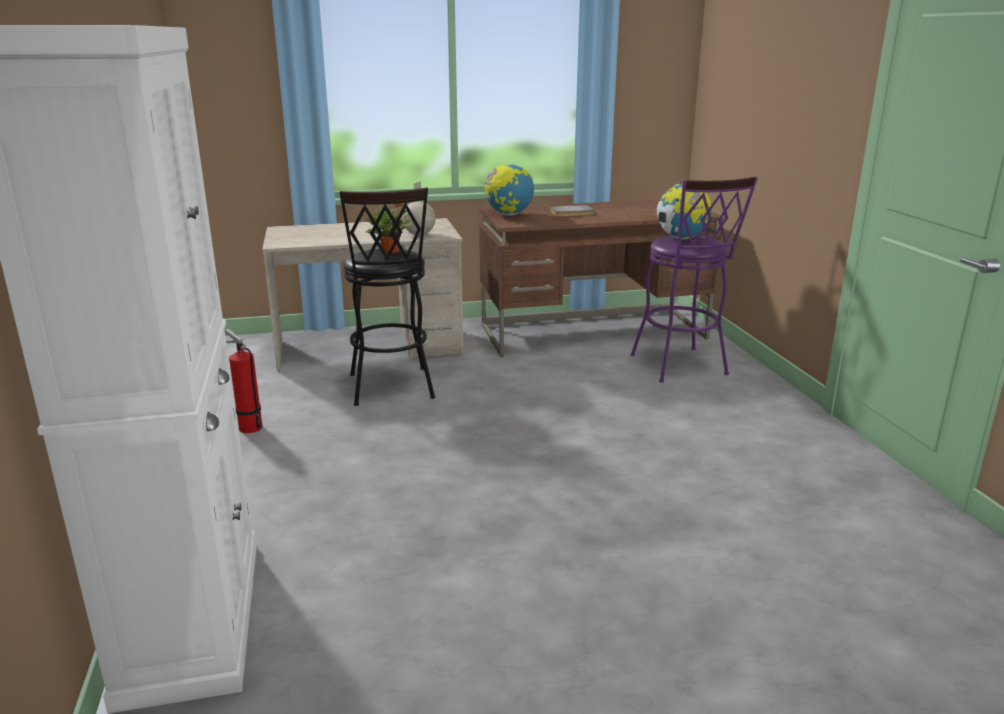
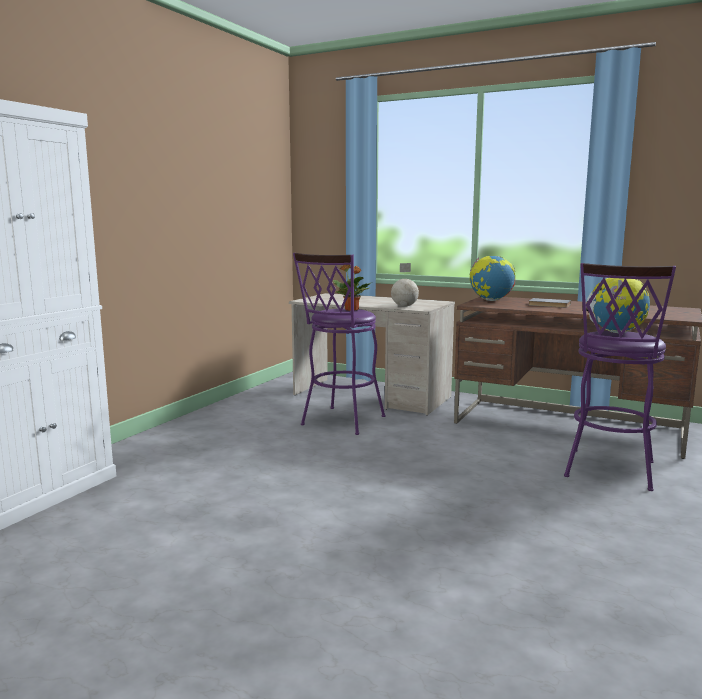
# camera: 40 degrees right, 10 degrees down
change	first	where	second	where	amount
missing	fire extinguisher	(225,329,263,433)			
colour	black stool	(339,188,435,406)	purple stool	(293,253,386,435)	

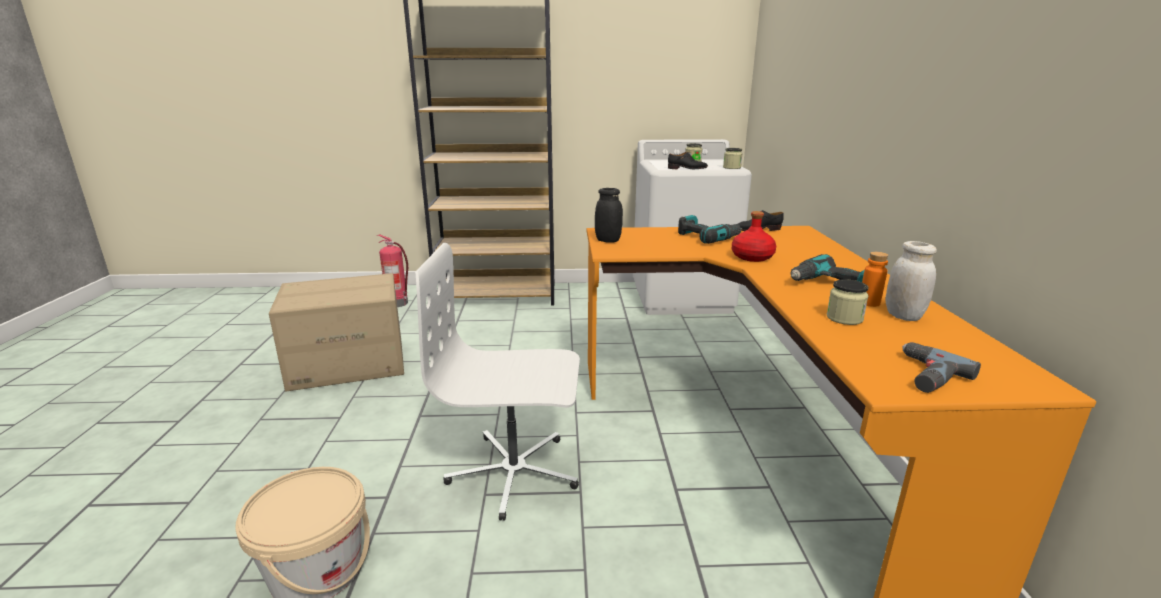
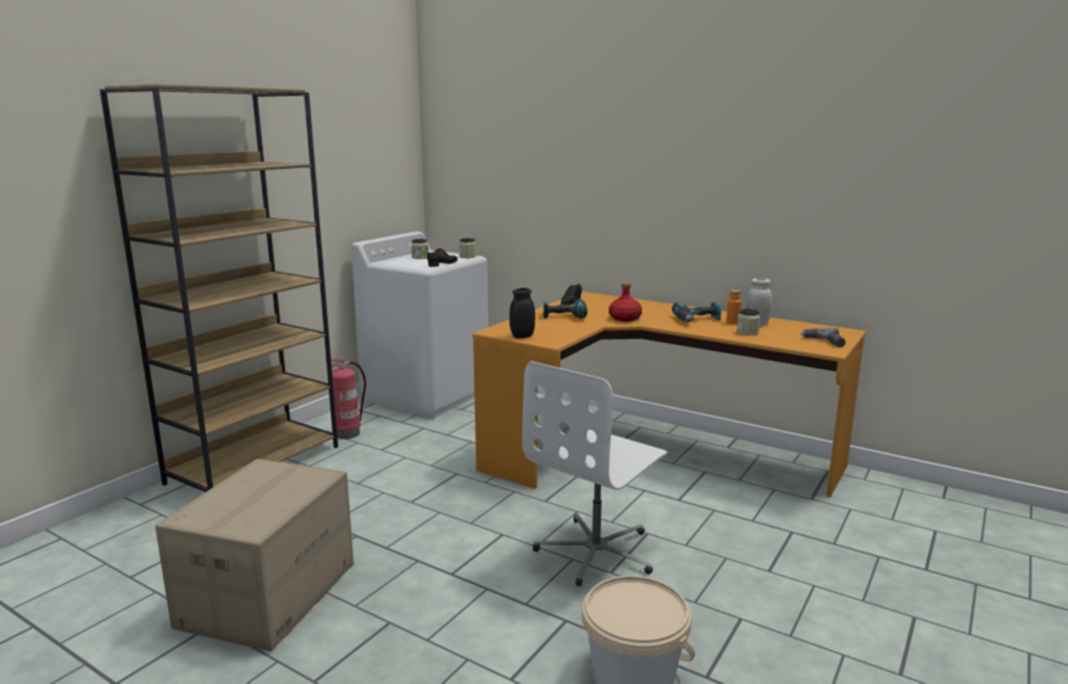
# camera: 55 degrees left, 5 degrees down
change	first	where	second	where	amount
relocated	fire extinguisher	(377,235,408,307)		(325,359,366,439)	

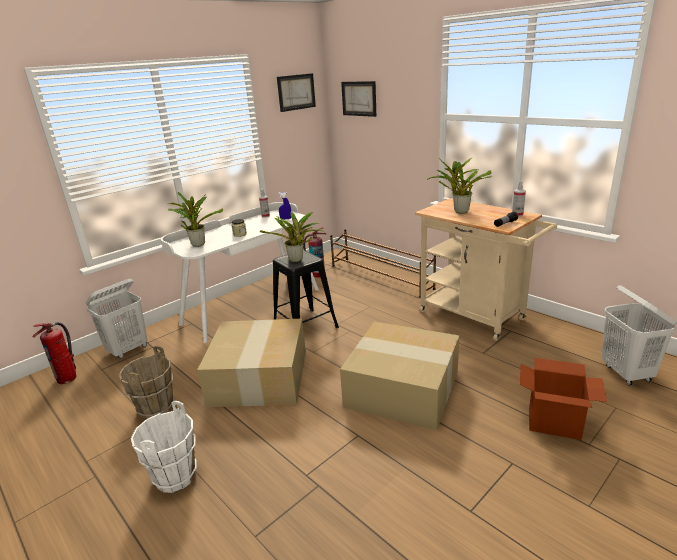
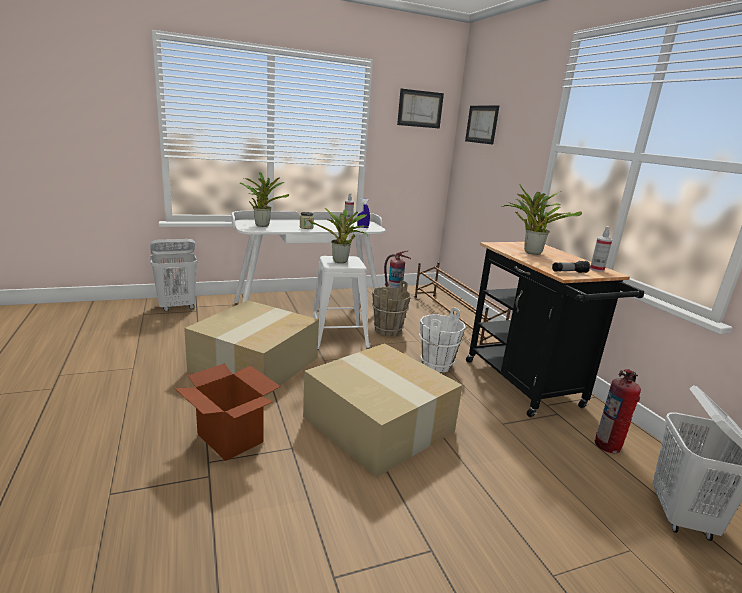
# camera: 20 degrees right, 5 degrees down
change	first	where	second	where	amount
relocated	fire extinguisher	(32,322,77,384)		(594,369,641,453)	
relocated	brown bucket	(119,345,174,420)		(372,280,411,336)	
relocated	white bucket	(131,401,197,493)		(419,307,465,373)	
colour	black stool	(273,250,339,328)	white stool	(312,256,370,350)	
colour	beige cart	(415,198,557,341)	black cart	(466,242,644,417)	
relocated	cardboard box	(520,358,607,440)		(175,363,281,461)	

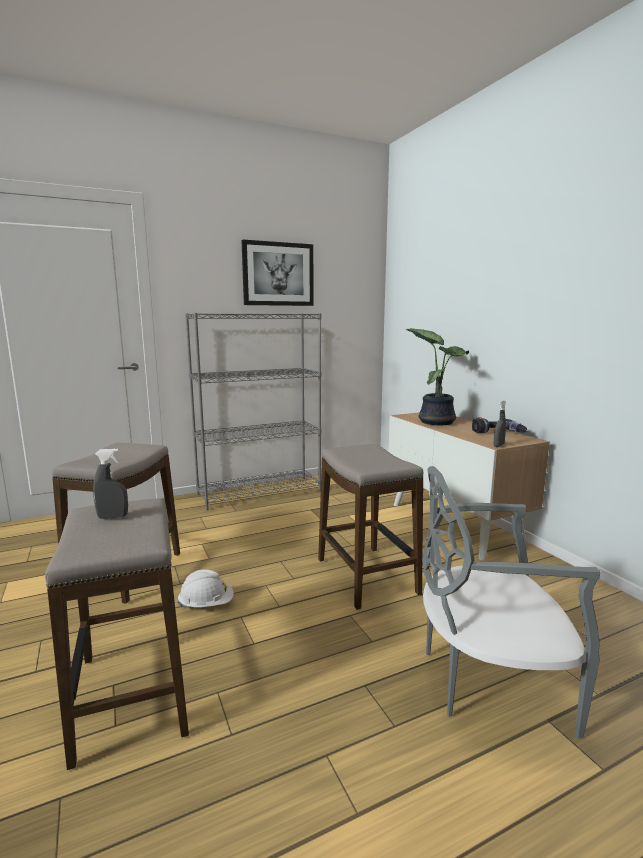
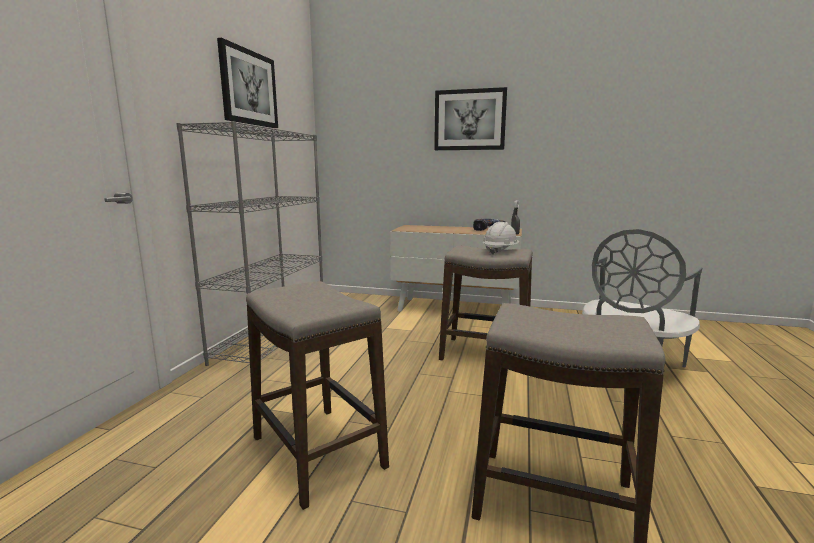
# camera: 50 degrees left, 0 degrees up
change	first	where	second	where	amount
missing	grey spray bottle	(93,449,128,519)			
relocated	white hard hat	(177,569,234,607)		(483,222,520,254)	
missing	potted plant	(406,328,469,425)			
appeared			picture	(434,87,507,150)	

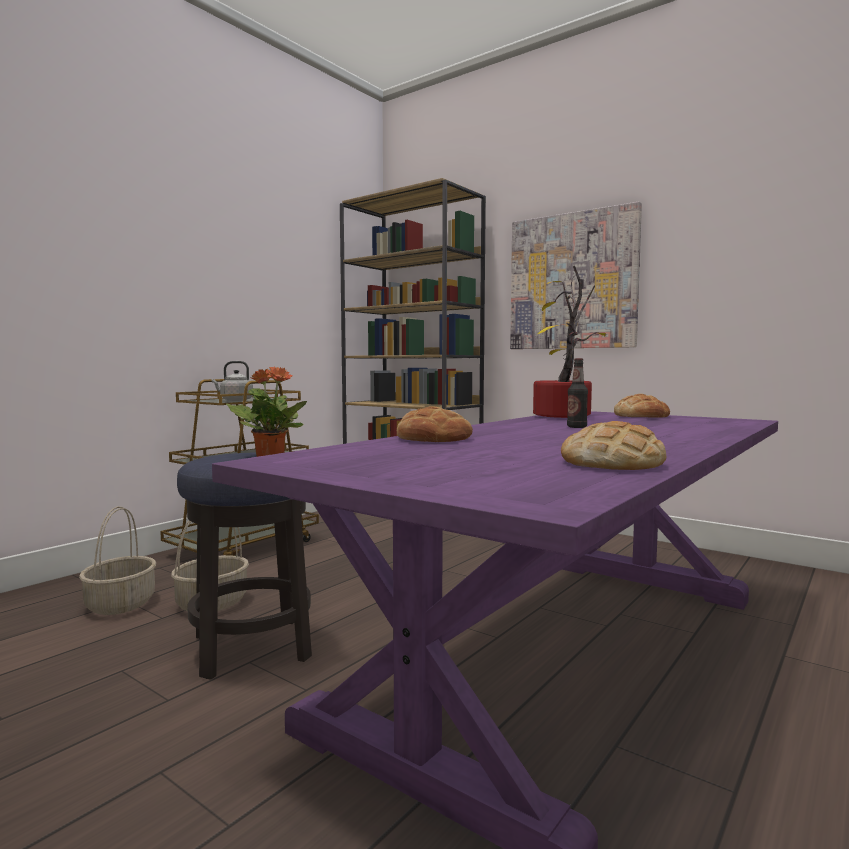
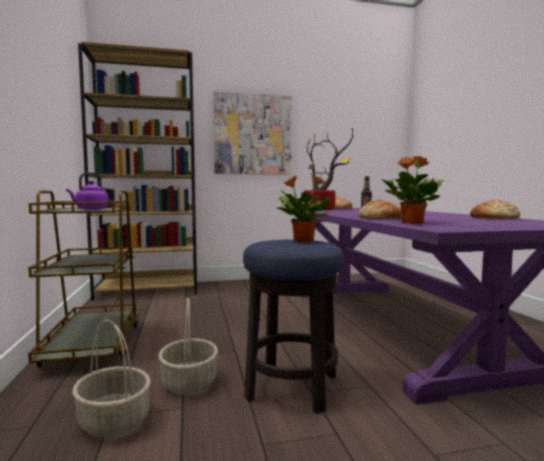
# camera: 50 degrees left, 0 degrees up
change	first	where	second	where	amount
colour	grey kettle	(211,361,253,401)	purple kettle	(66,172,109,210)	
appeared			potted plant	(382,156,444,224)	

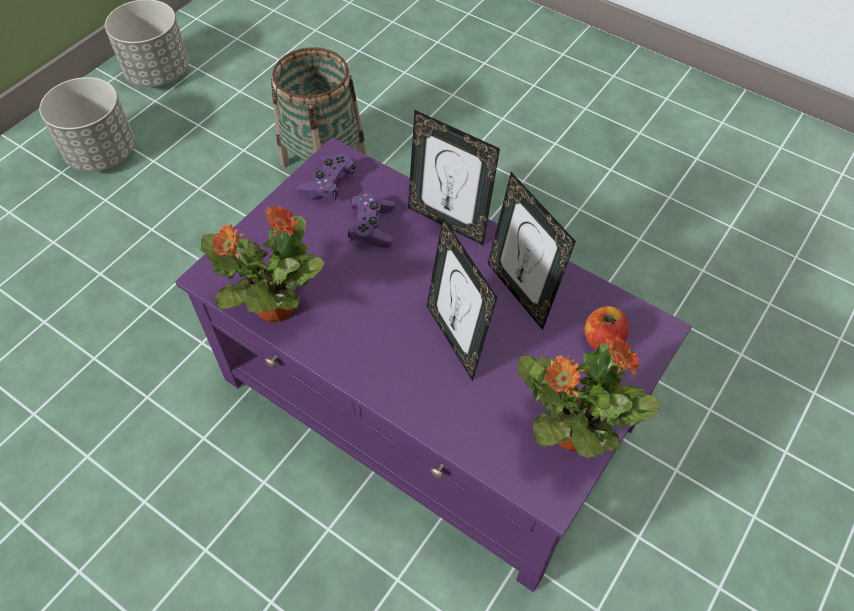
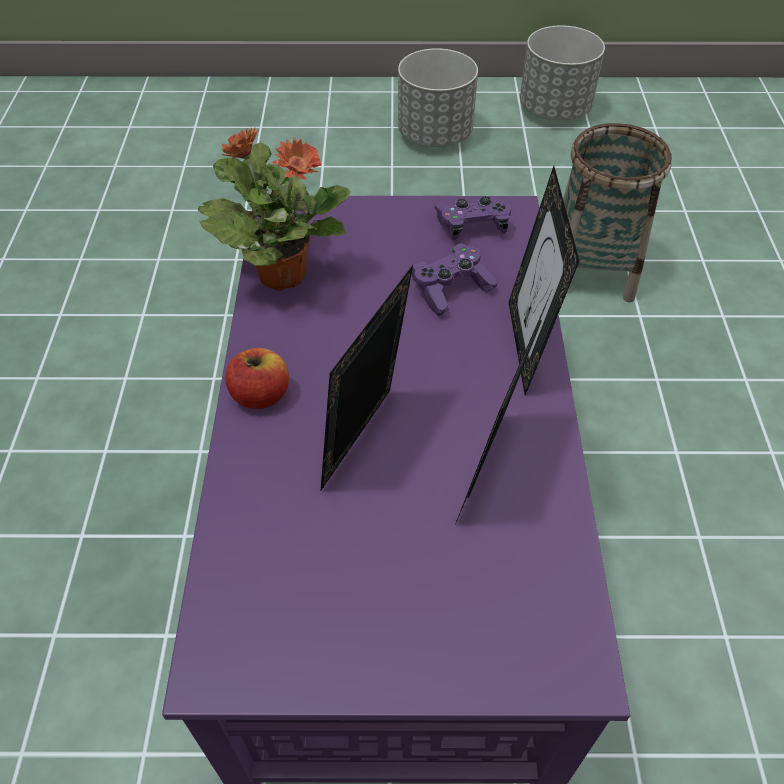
# camera: 55 degrees right, 5 degrees down
change	first	where	second	where	amount
missing	potted plant	(518,336,660,458)			
relocated	apple	(585,306,629,351)		(225,348,289,409)	

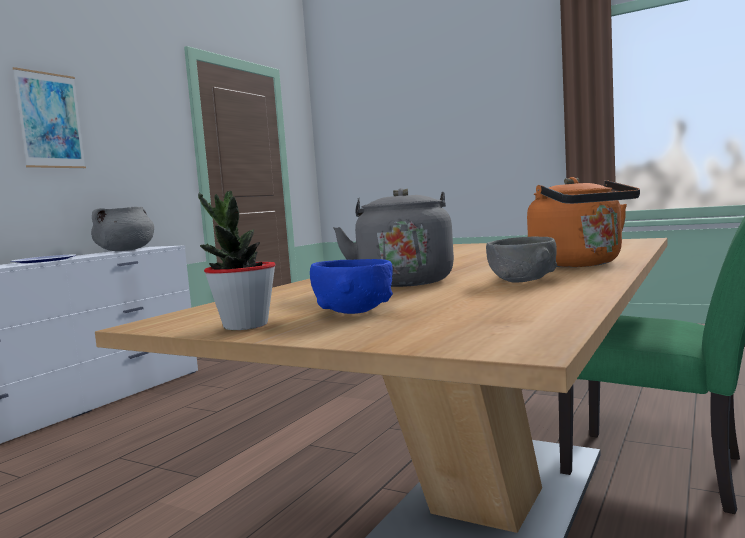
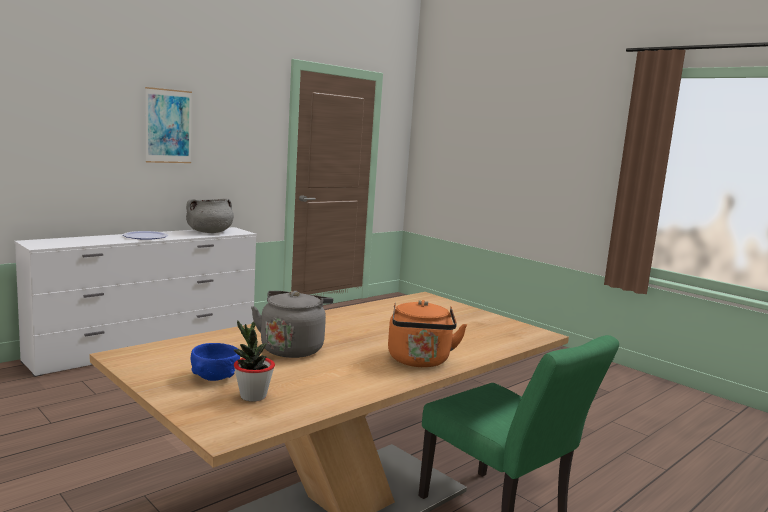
# camera: 15 degrees right, 5 degrees up
change	first	where	second	where	amount
relocated	potted plant	(198,191,276,330)		(234,320,275,402)	
missing	grey bowl	(486,237,557,282)			

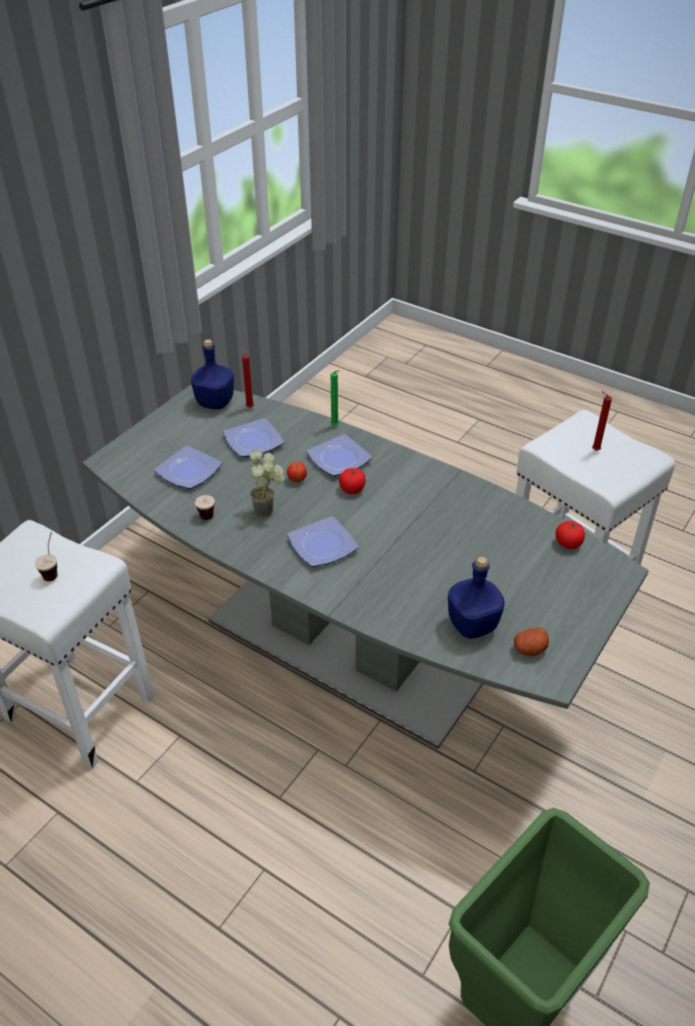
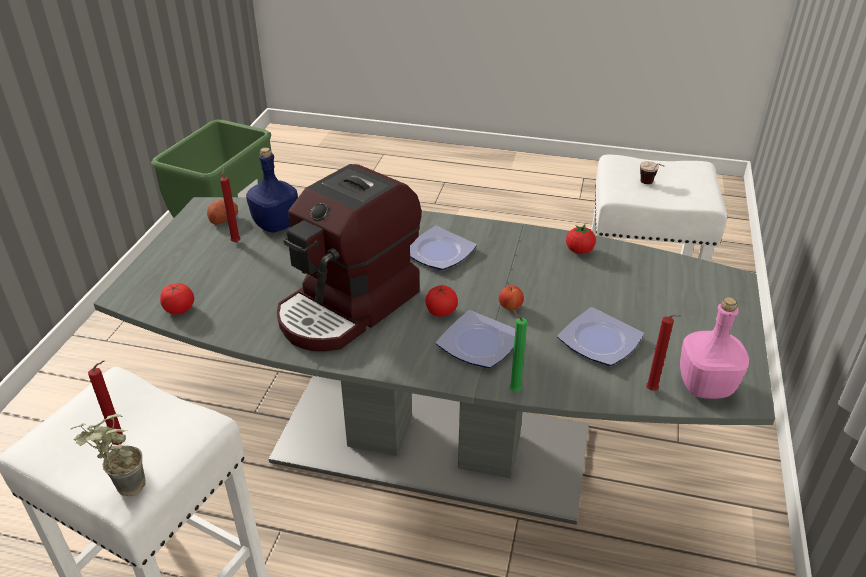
# camera: 160 degrees right, 5 degrees down
change	first	where	second	where	amount
missing	plate	(154,446,222,489)			
exchanged	cup	(177,491,215,520)	tomato	(566,224,596,254)	
colour	blue bottle	(191,339,234,409)	pink bottle	(680,297,749,399)	
relocated	potted plant	(249,449,284,519)		(71,414,146,496)	
appeared			red candle	(220,167,240,242)	
appeared			coffee machine	(277,164,421,351)	

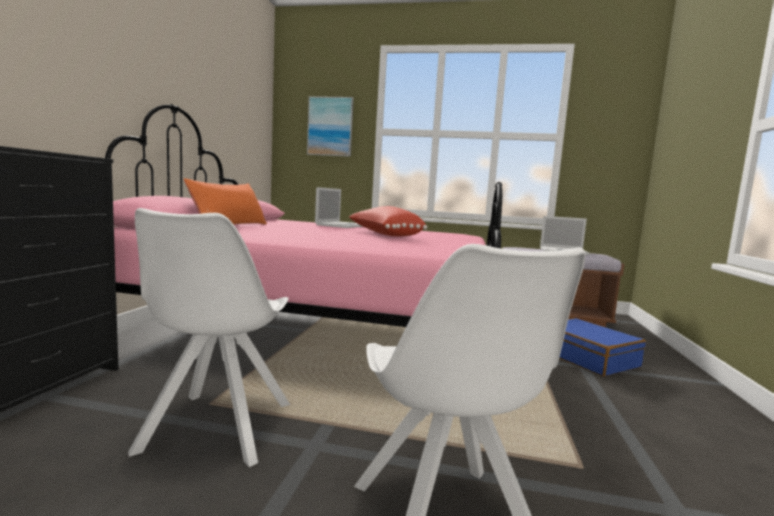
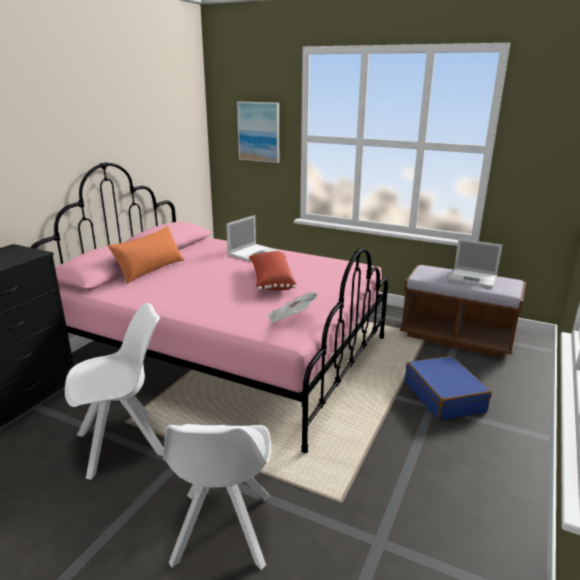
# camera: 15 degrees right, 15 degrees up
change	first	where	second	where	amount
spun	white chair	(128,208,290,467)		(65,303,164,480)	135 degrees counterclockwise
appeared			newspaper	(268,292,318,324)	

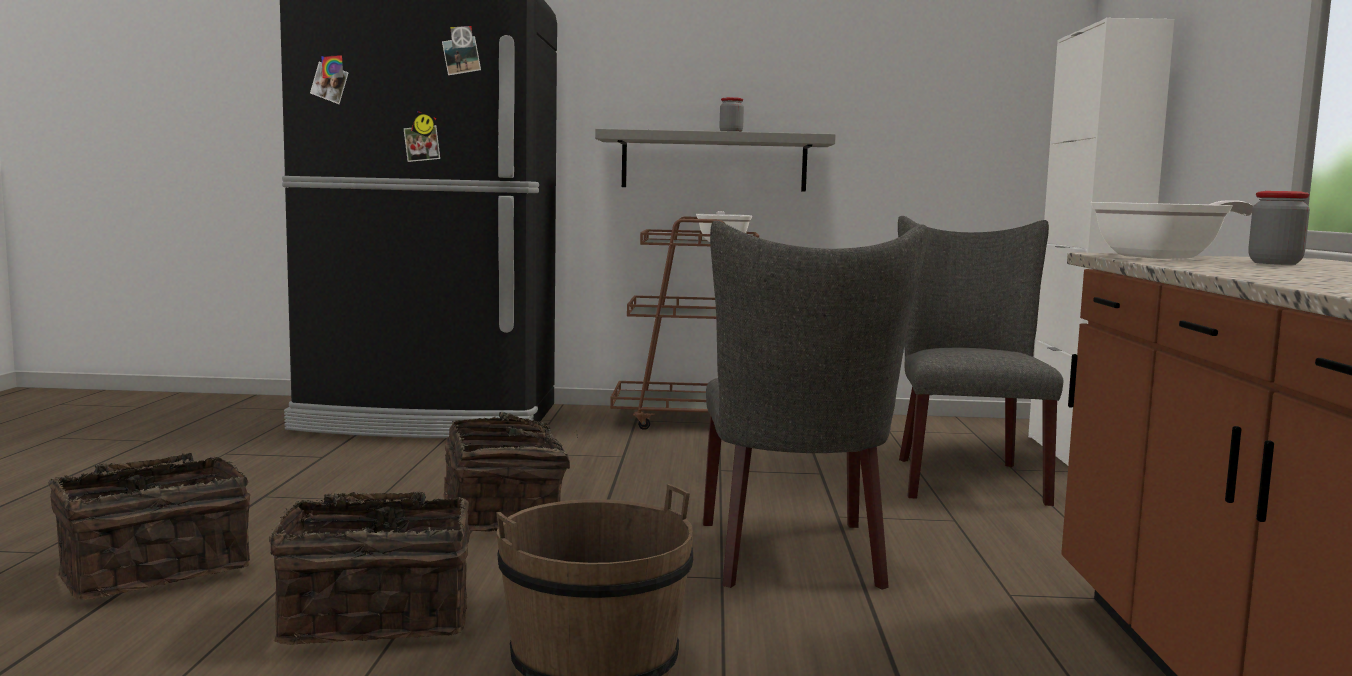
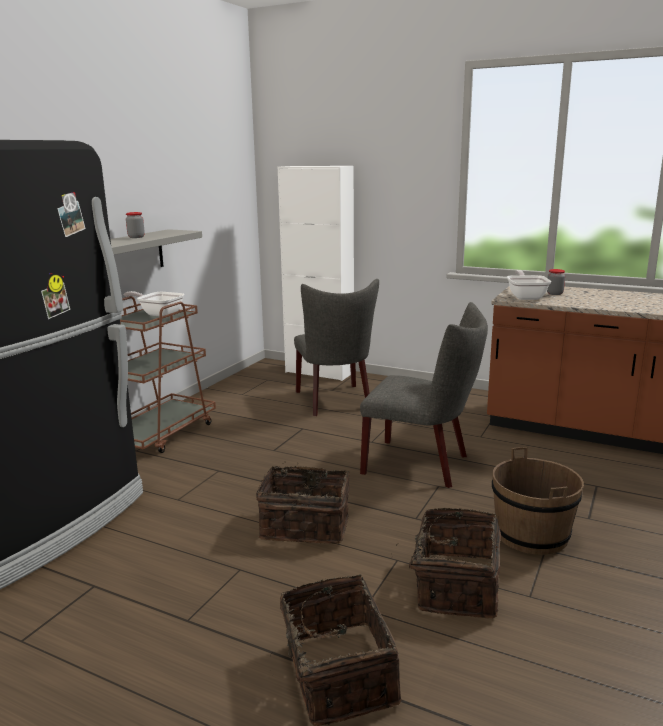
# camera: 65 degrees left, 10 degrees up
change	first	where	second	where	amount
spun	grey chair	(898,216,1063,506)		(294,279,379,416)	135 degrees counterclockwise

